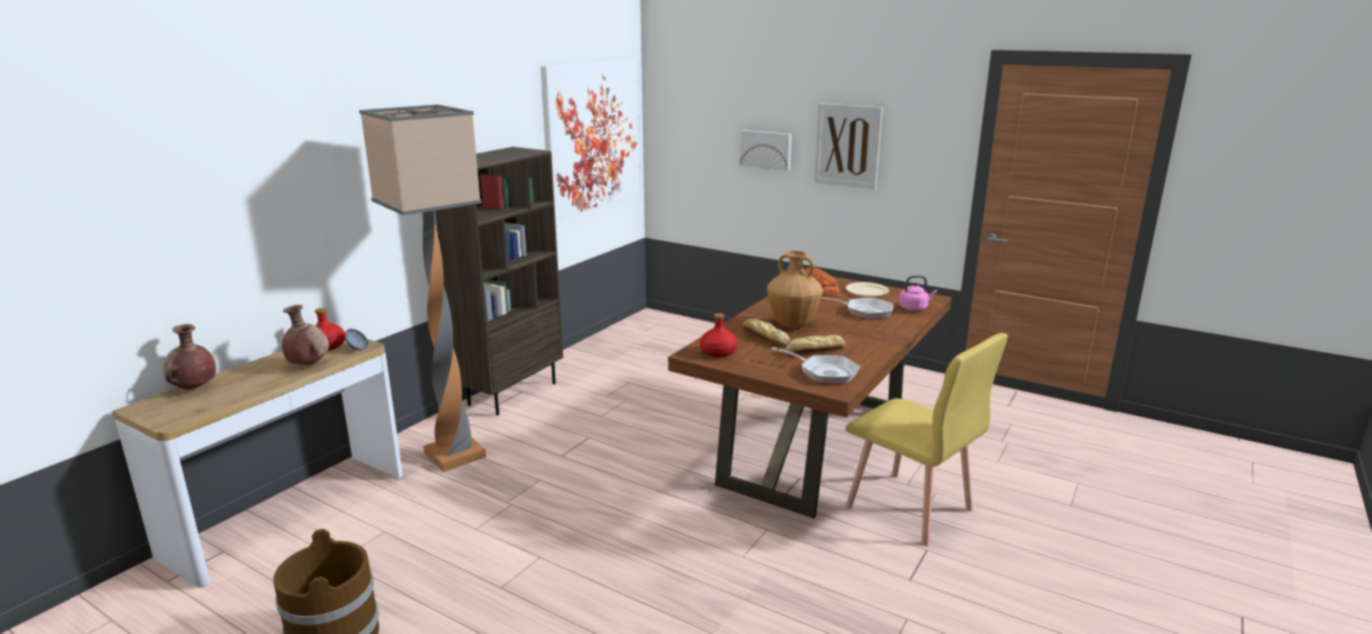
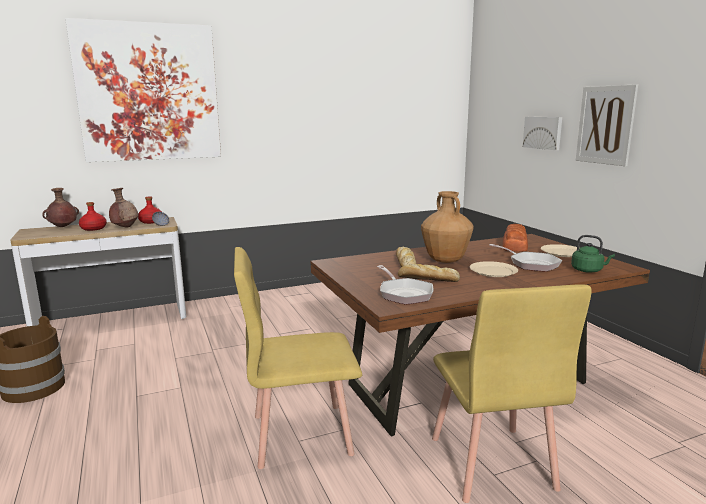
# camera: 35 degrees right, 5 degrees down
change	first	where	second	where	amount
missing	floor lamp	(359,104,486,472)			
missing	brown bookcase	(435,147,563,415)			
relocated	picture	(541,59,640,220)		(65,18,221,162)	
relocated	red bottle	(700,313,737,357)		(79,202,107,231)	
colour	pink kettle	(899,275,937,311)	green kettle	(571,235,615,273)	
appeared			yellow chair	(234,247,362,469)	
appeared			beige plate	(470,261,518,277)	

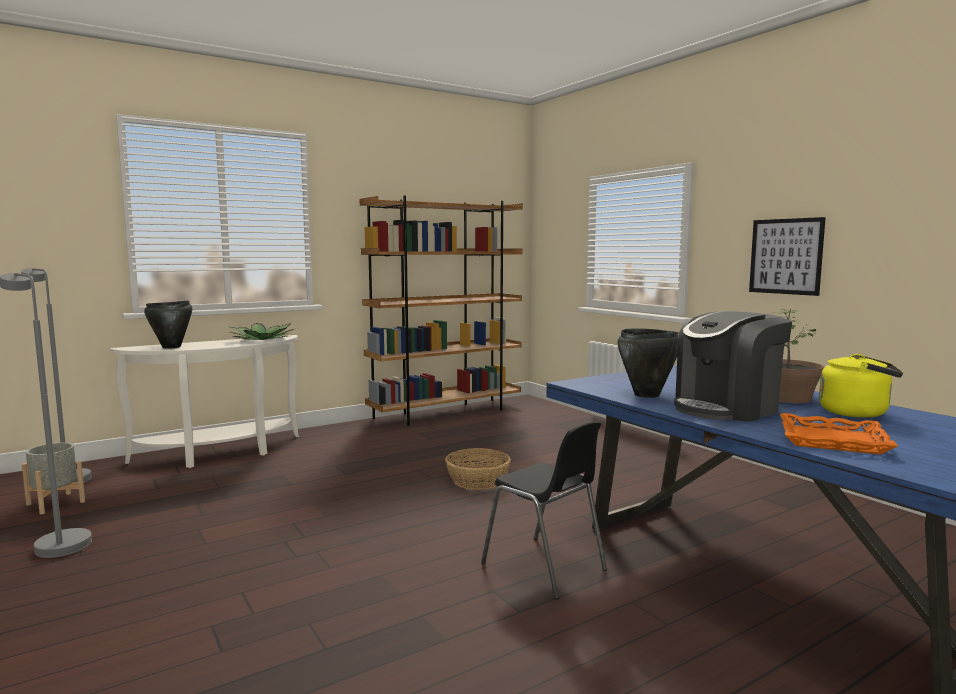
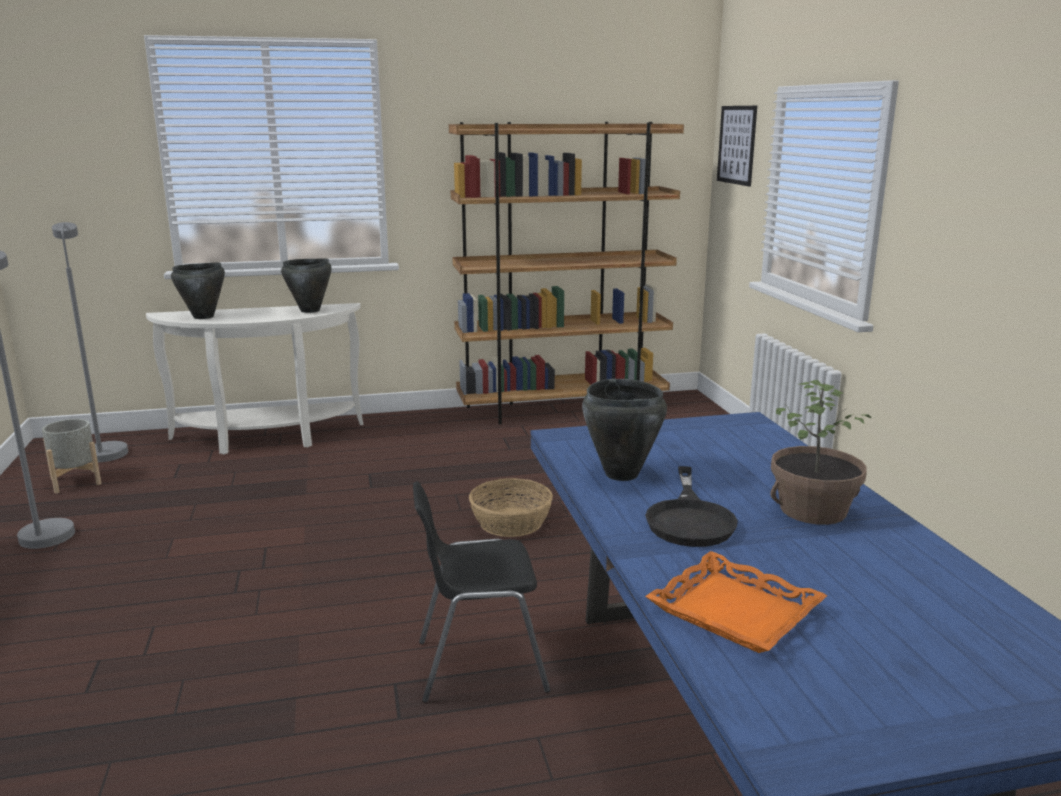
# camera: 20 degrees right, 10 degrees up
change	first	where	second	where	amount
exchanged	potted plant	(229,323,294,340)	black cooking pot	(281,259,332,313)	
spun	black chair	(481,421,607,599)		(413,481,550,703)	105 degrees clockwise
exchanged	coffee machine	(674,311,792,422)	black frying pan	(645,466,738,547)	
relocated	picture	(749,217,826,296)		(717,106,757,186)	
missing	yellow kettle	(819,354,903,418)			

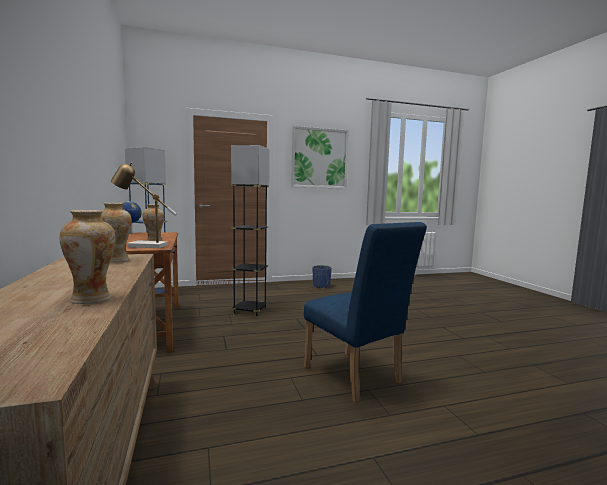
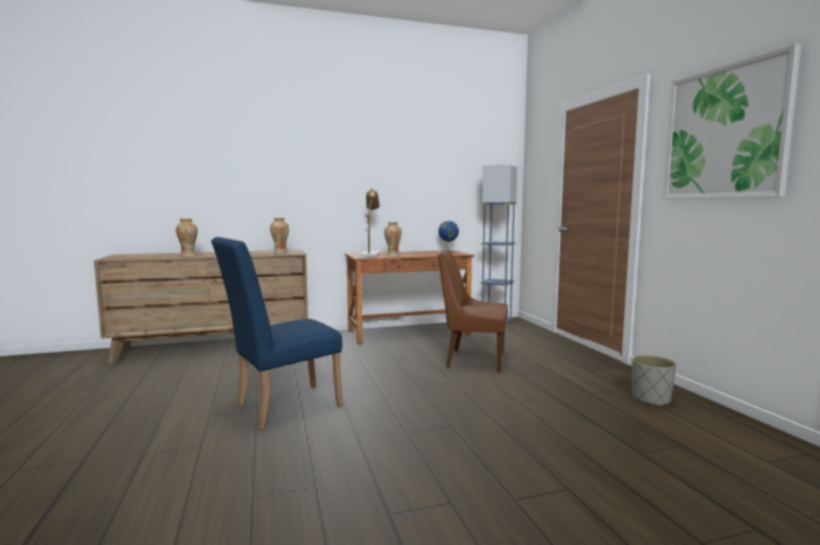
# camera: 90 degrees right, 0 degrees up
change	first	where	second	where	amount
exchanged	grey floor lamp	(231,145,269,316)	brown chair	(437,249,508,372)	
colour	blue planter	(313,265,332,288)	grey planter	(632,355,676,406)	

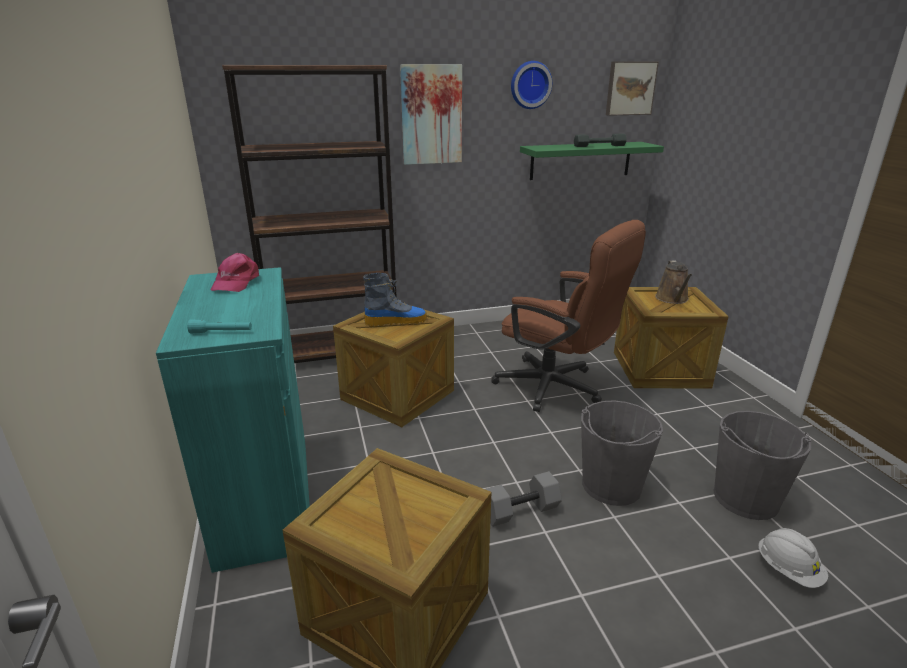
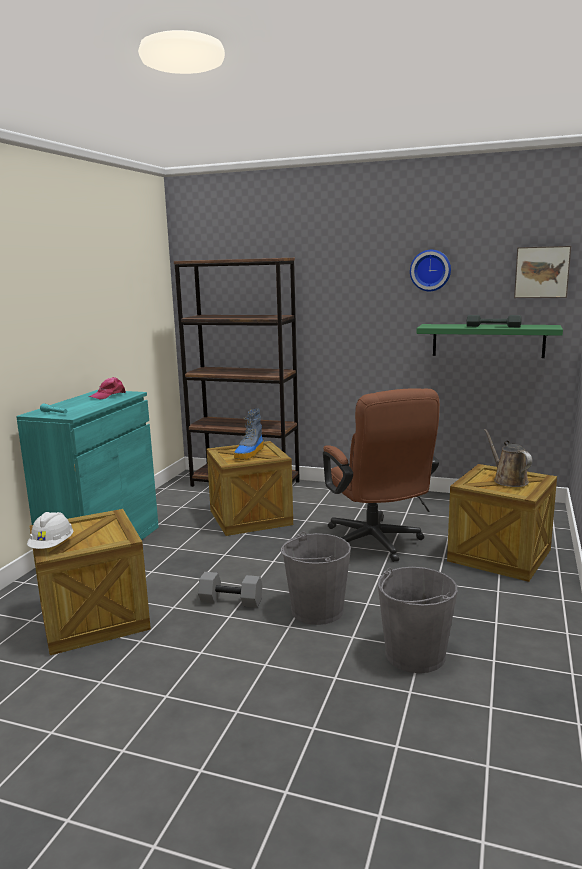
# camera: 35 degrees right, 10 degrees down
change	first	where	second	where	amount
spun	boot	(363,273,427,326)		(234,409,264,460)	90 degrees clockwise
missing	picture	(400,64,462,165)			
spun	brown watering can	(655,260,692,304)		(484,429,532,487)	120 degrees clockwise
relocated	white hard hat	(758,528,828,588)		(27,512,73,549)	

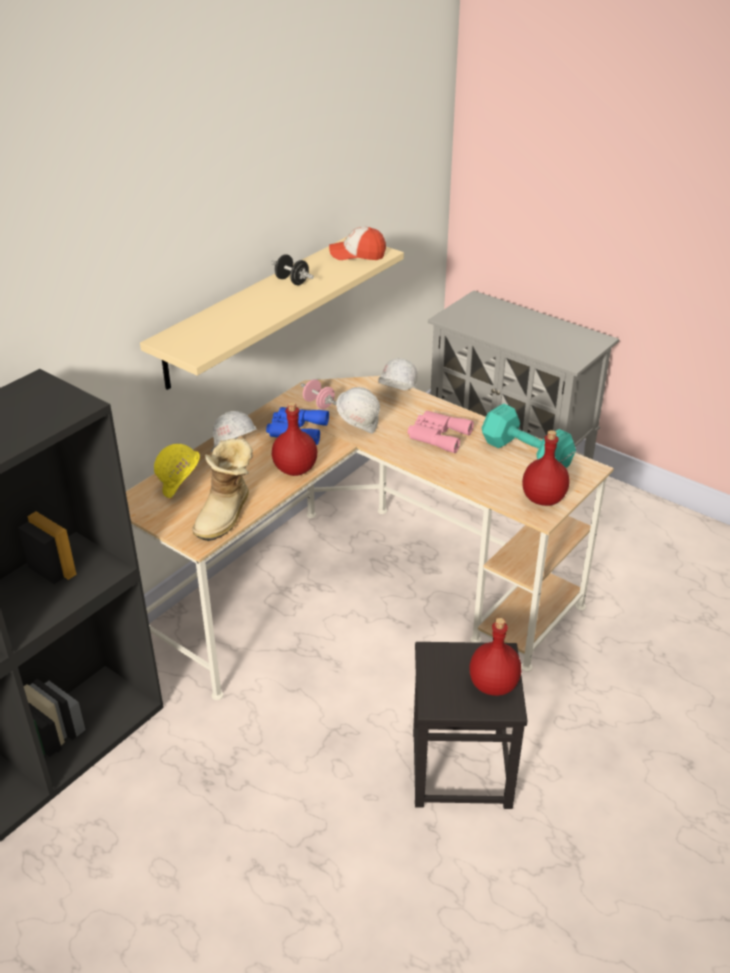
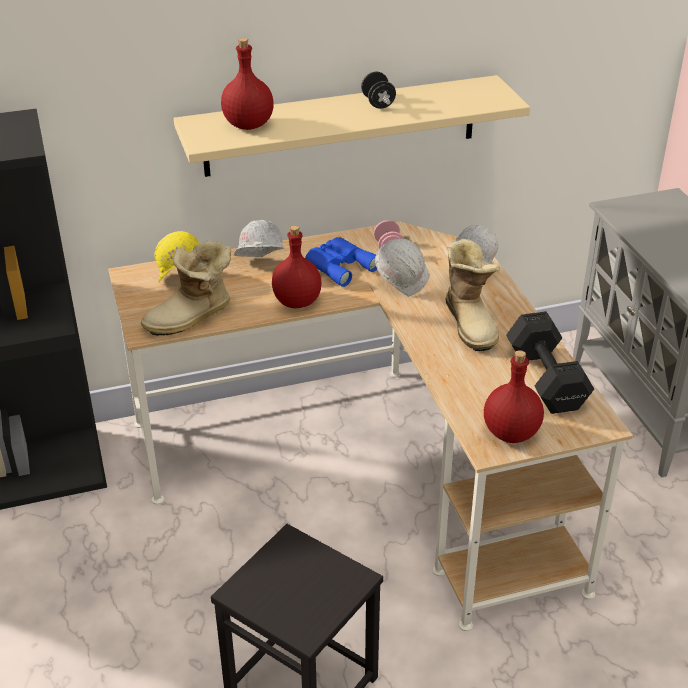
# camera: 35 degrees right, 0 degrees up
change	first	where	second	where	amount
missing	cap	(329,227,386,260)			
exchanged	pink binoculars	(408,411,474,453)	boot	(445,238,500,351)	
relocated	red bottle	(469,618,521,696)		(221,38,274,130)	
colour	turquoise dumbbell	(482,404,576,468)	black dumbbell	(506,311,594,414)	

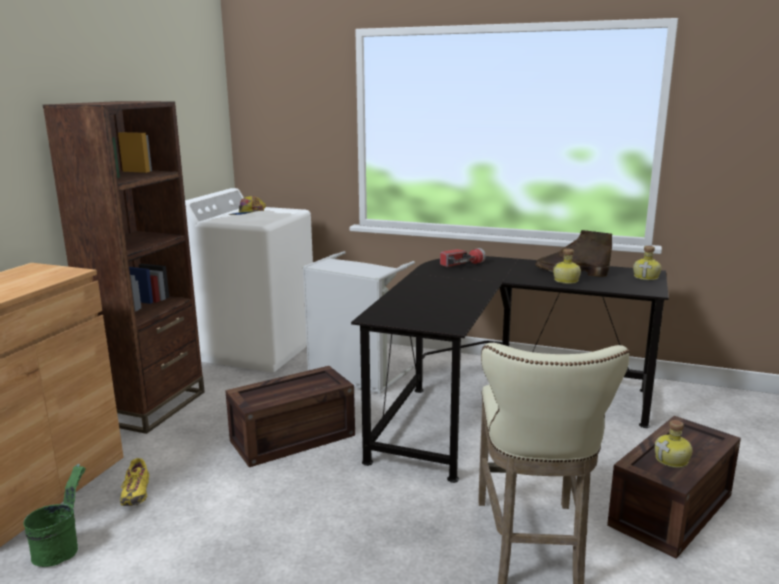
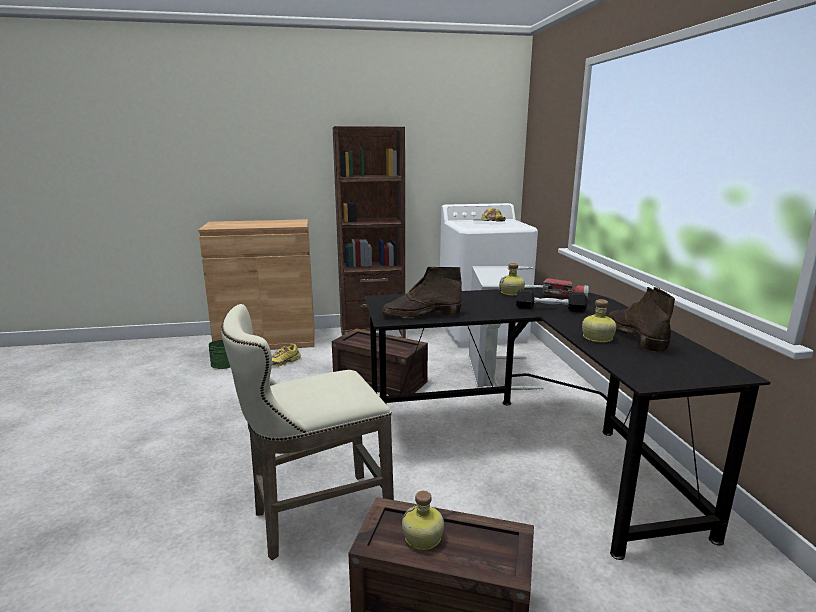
# camera: 60 degrees right, 0 degrees up
change	first	where	second	where	amount
relocated	bottle	(633,246,661,280)		(499,263,525,296)	
appeared			brown boot	(382,267,462,318)	
appeared			black dumbbell	(516,289,587,313)	

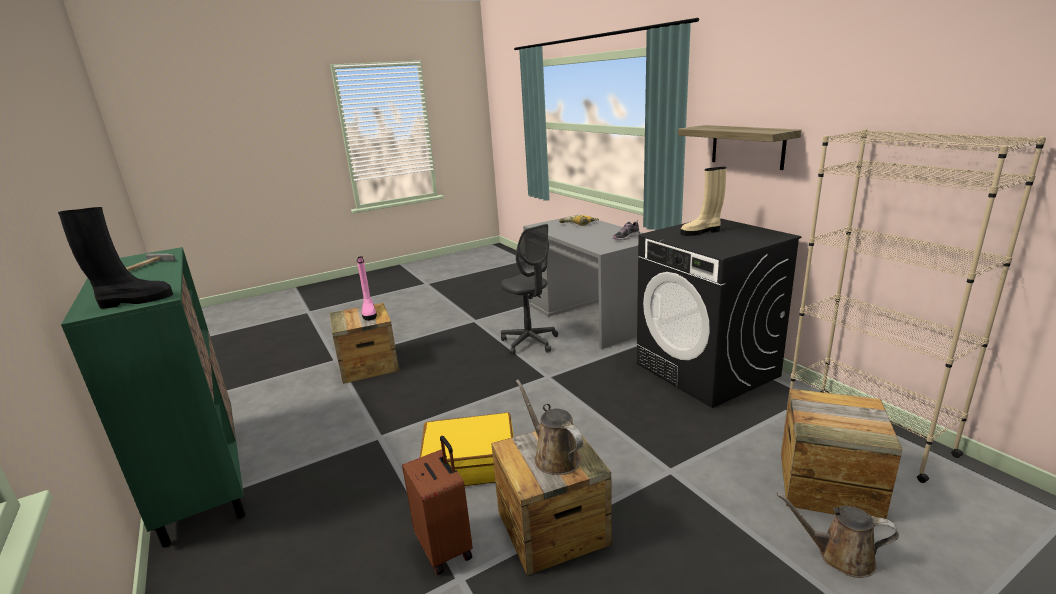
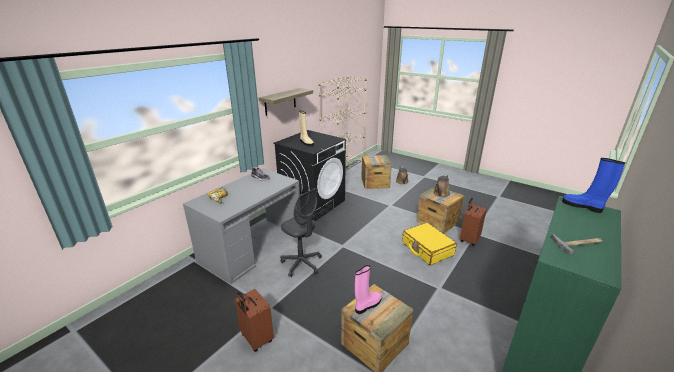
# camera: 115 degrees left, 5 degrees up
change	first	where	second	where	amount
colour	black boot	(58,207,173,309)	blue boot	(562,158,625,213)	
spun	grey office chair	(501,224,558,355)		(281,188,322,277)	105 degrees clockwise
appeared			brown suitcase	(235,289,274,352)	

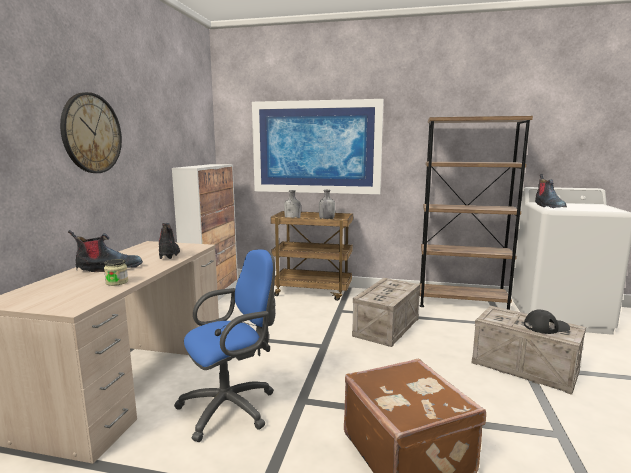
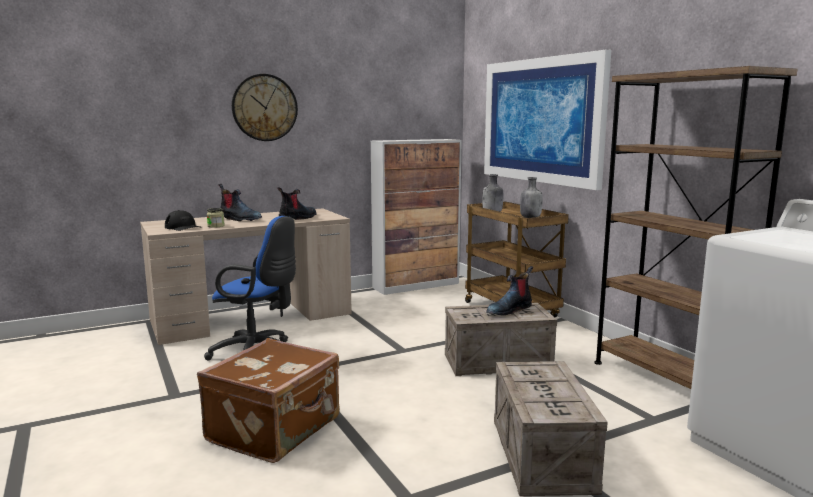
# camera: 50 degrees right, 0 degrees up
change	first	where	second	where	amount
relocated	black cap	(524,310,570,334)		(165,210,200,231)	
relocated	boot	(535,174,567,208)		(487,266,533,315)	

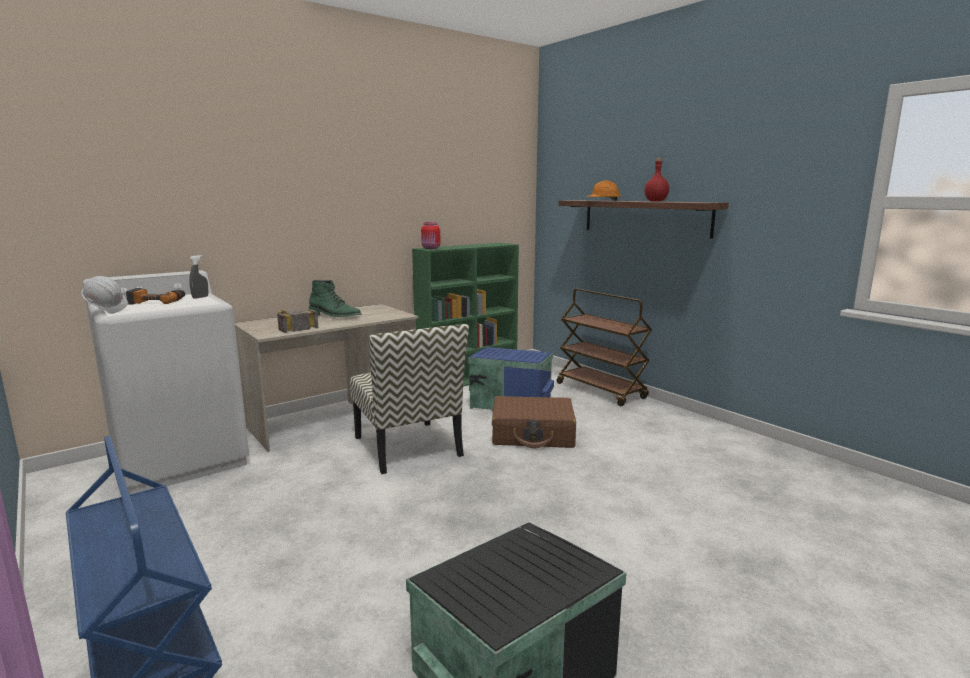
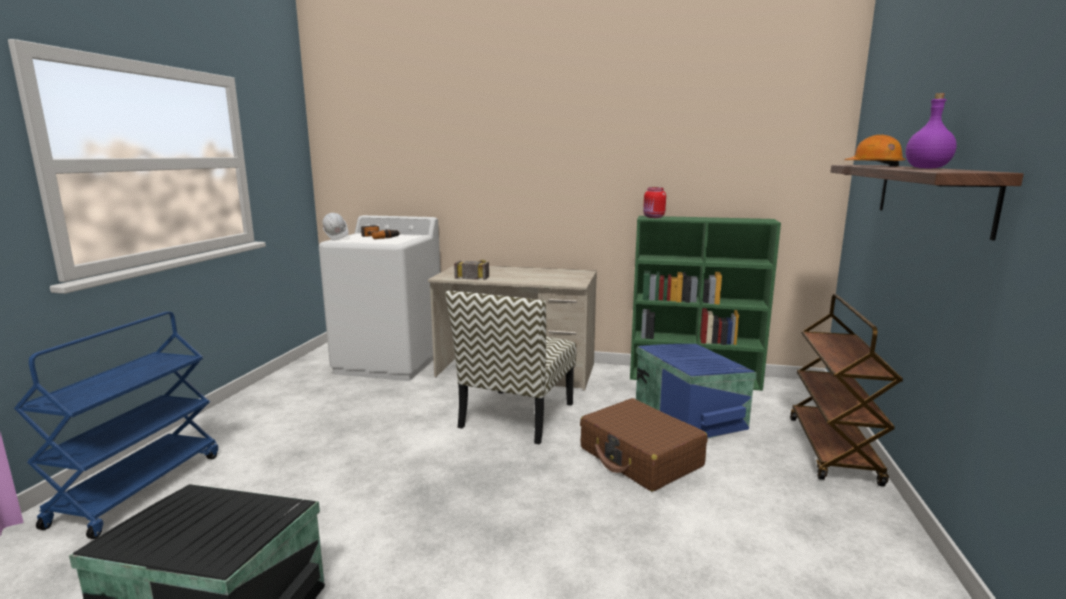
# camera: 50 degrees right, 0 degrees up
change	first	where	second	where	amount
missing	grey spray bottle	(189,255,208,299)			
missing	green boot	(309,280,362,317)			
colour	red bottle	(644,158,669,201)	purple bottle	(906,93,957,168)	

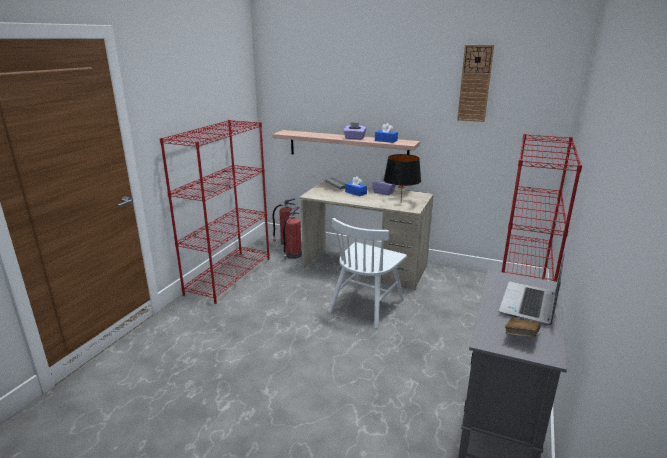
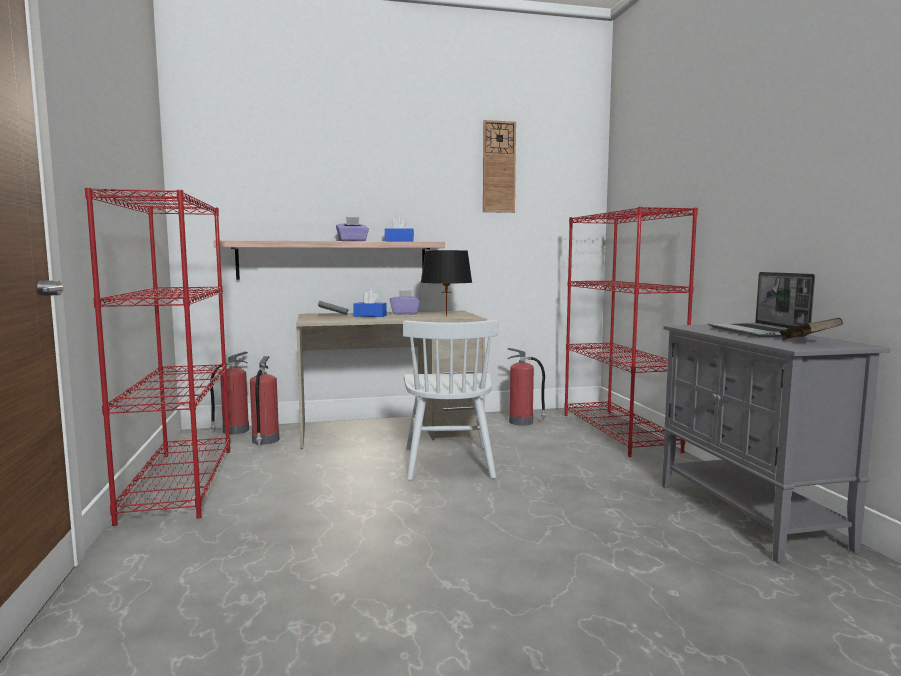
# camera: 35 degrees left, 15 degrees down
change	first	where	second	where	amount
appeared			fire extinguisher	(507,348,546,425)	

